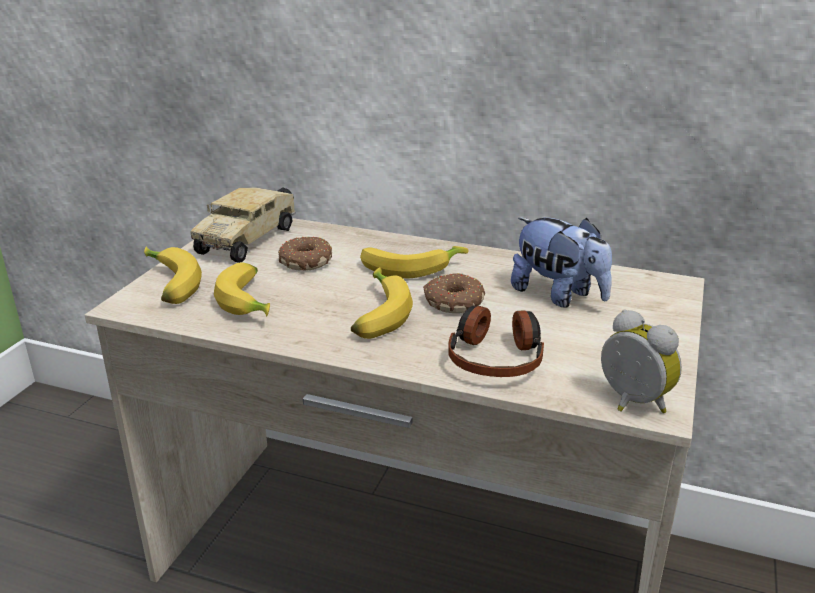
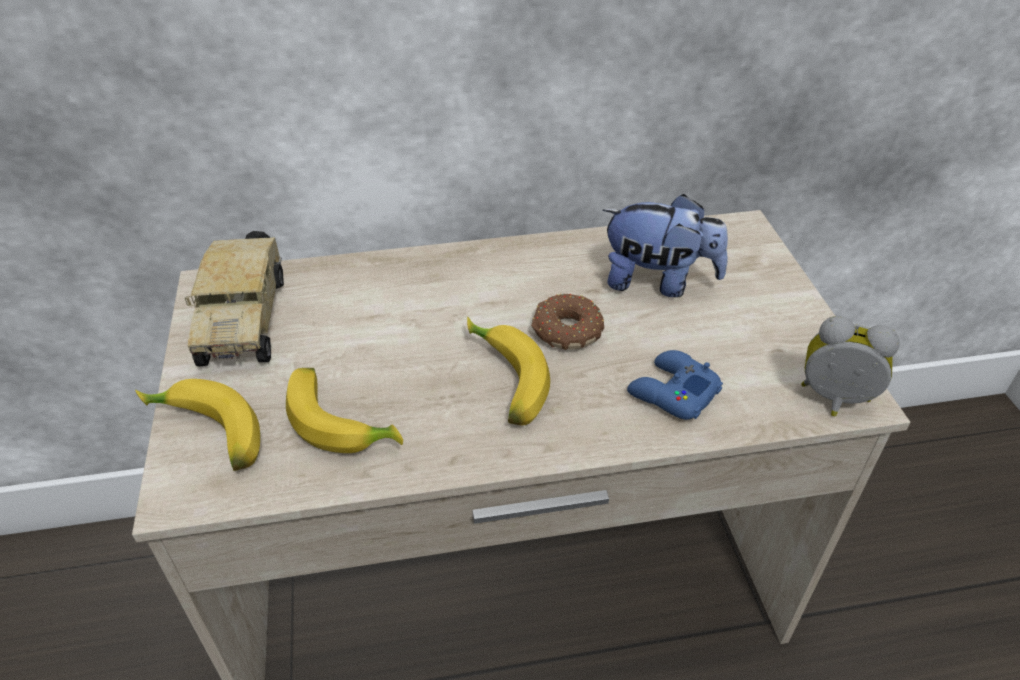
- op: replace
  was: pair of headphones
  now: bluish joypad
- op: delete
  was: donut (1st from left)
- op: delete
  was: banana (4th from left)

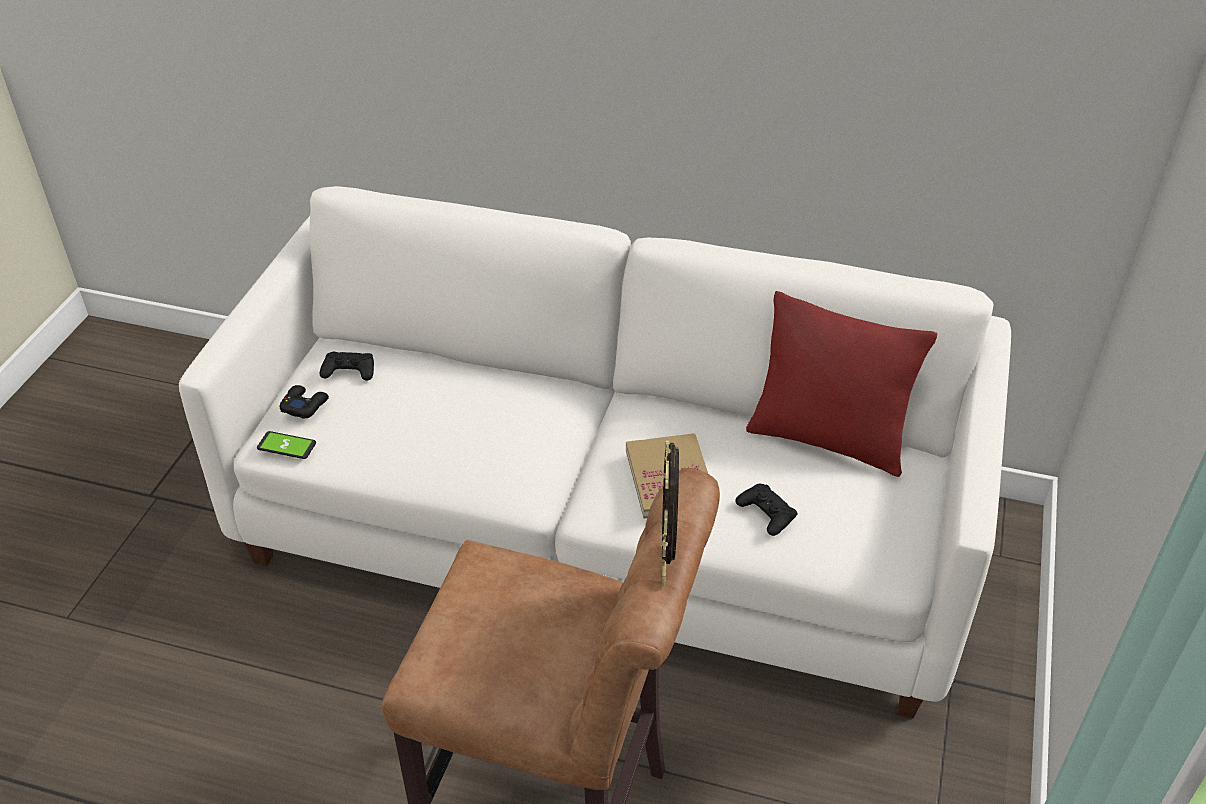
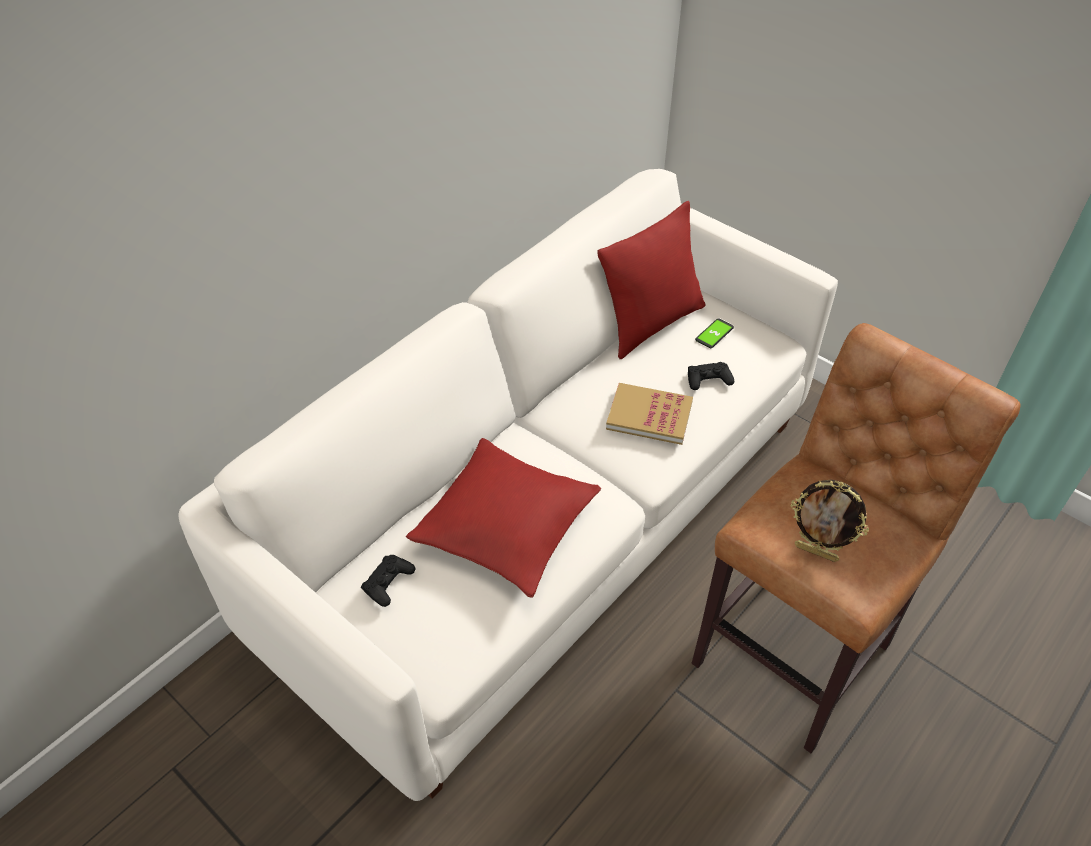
- op: insert
  now: red-coloured throw pillow (1st from left)
- op: move
  was: telephone
- op: move
  was: photo frame
- op: delete
  was: black-coloured joypad (1st from left)

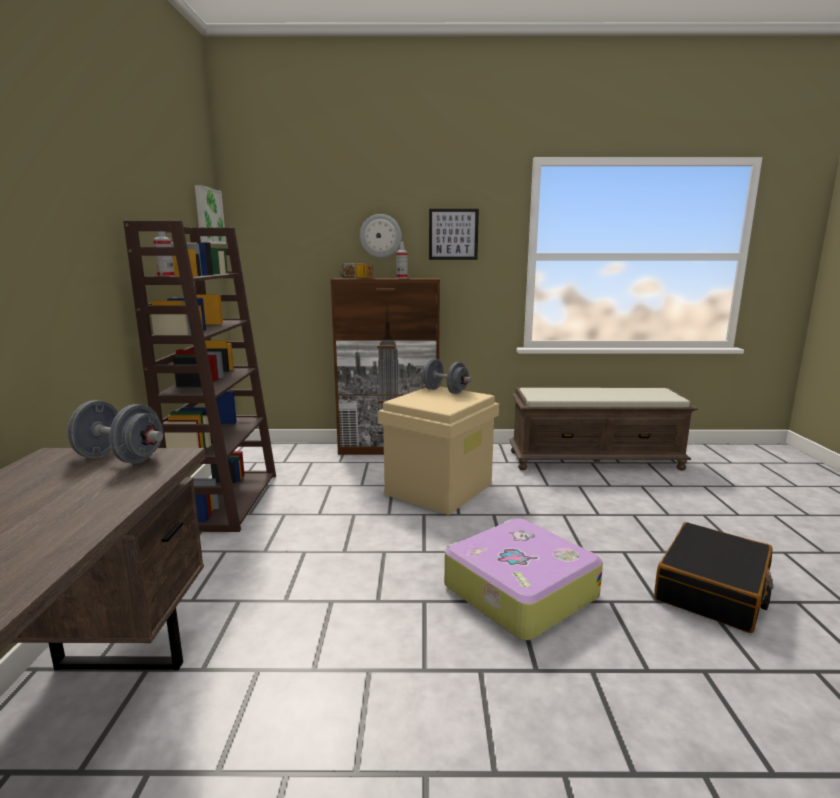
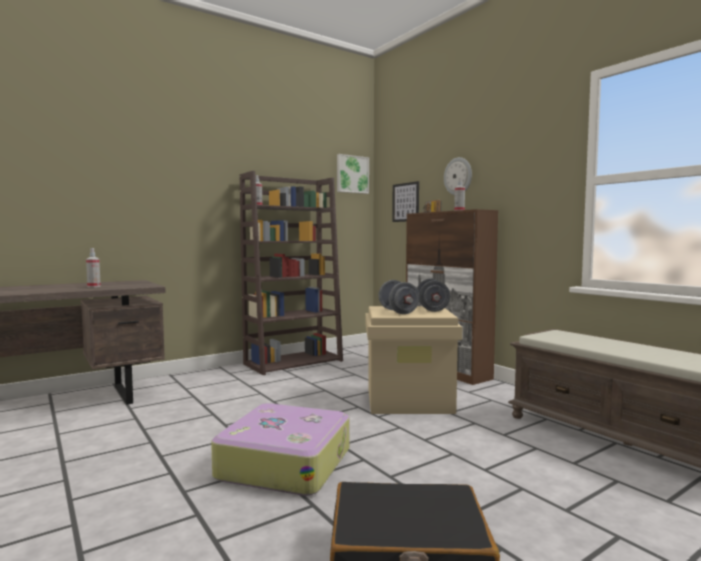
- op: insert
  now: hand sprayer (1st from left)
- op: move
  was: greyish free weight (1st from left)
- op: move
  was: wall art (2nd from left)

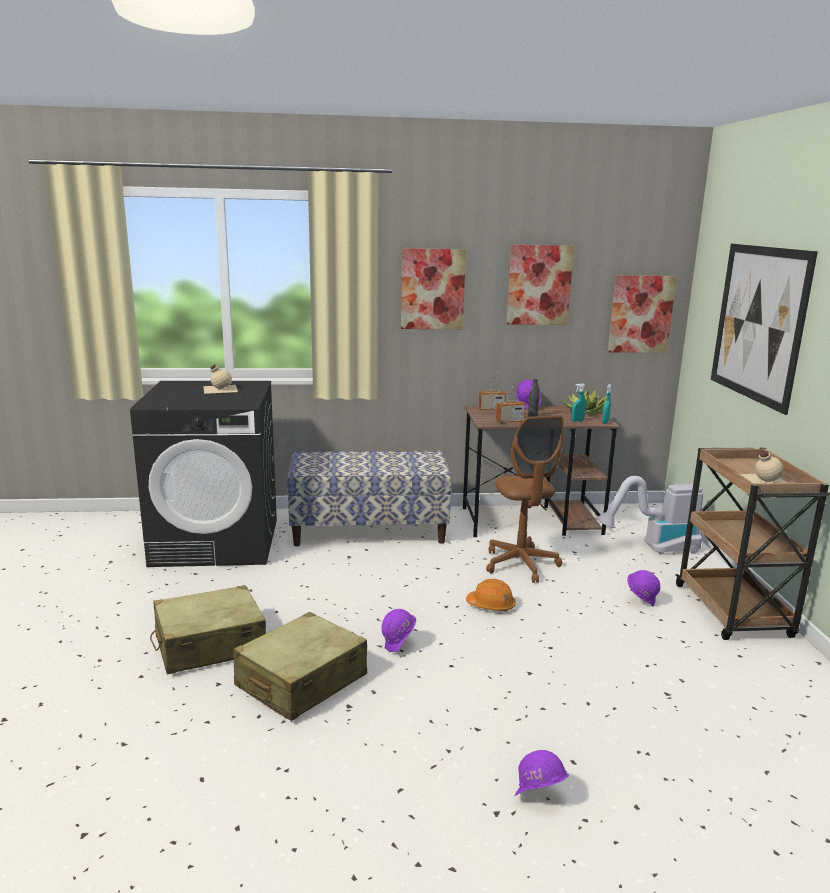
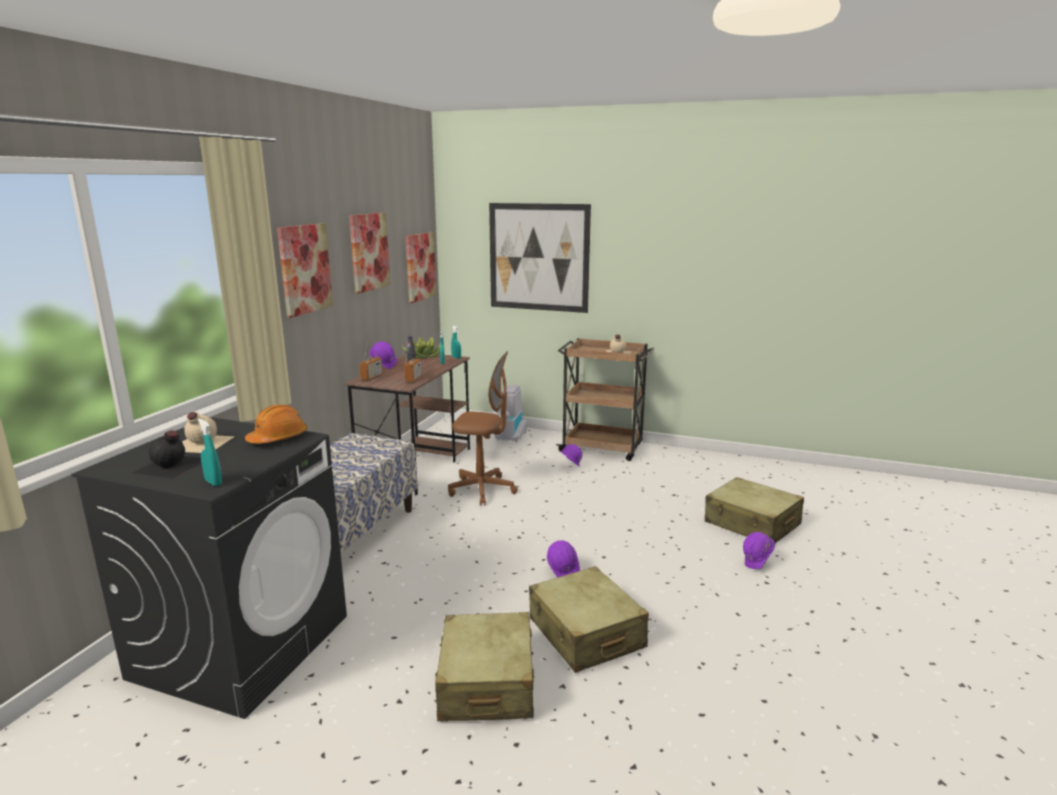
- op: insert
  now: black-coloured drink bottle (1st from left)
- op: insert
  now: turquoise hand sprayer (1st from left)
- op: move
  was: orange-coloured work helmet
- op: insert
  now: sand-coloured piece of luggage (3rd from left)

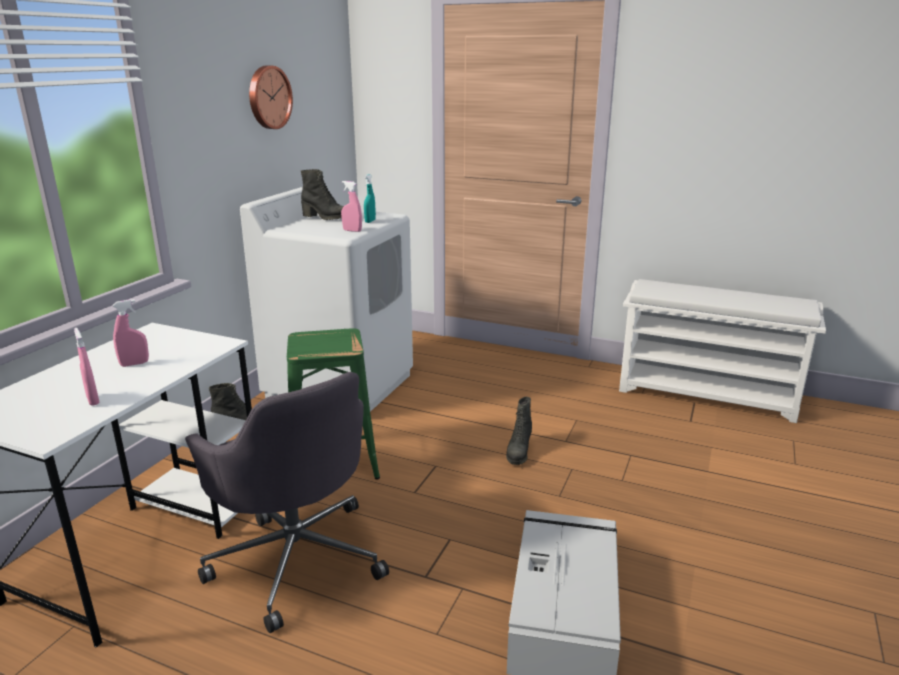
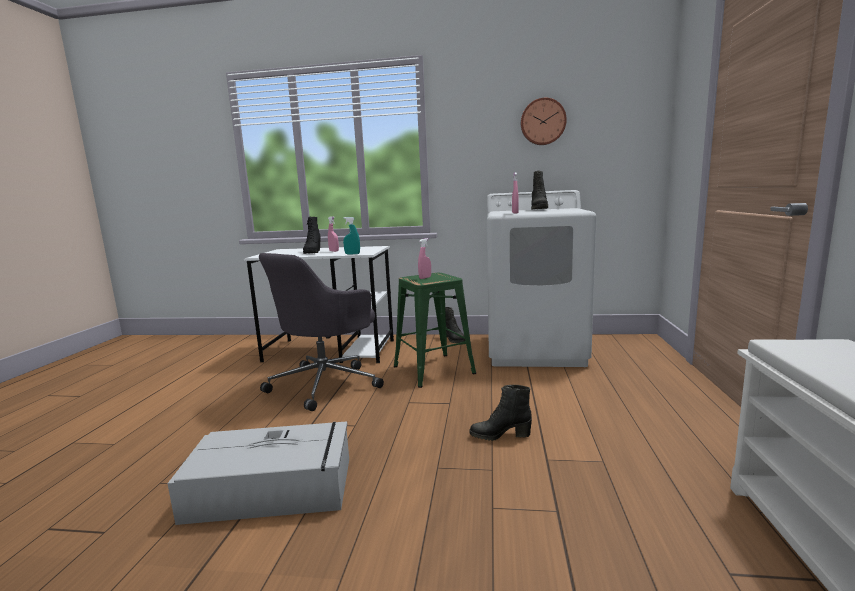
- op: insert
  now: black-coloured boot (1st from left)
- op: move
  was: turquoise hand sprayer
- op: move
  was: pink-coloured hand sprayer (1st from left in the first image)
  now: pink-coloured hand sprayer (2nd from left)

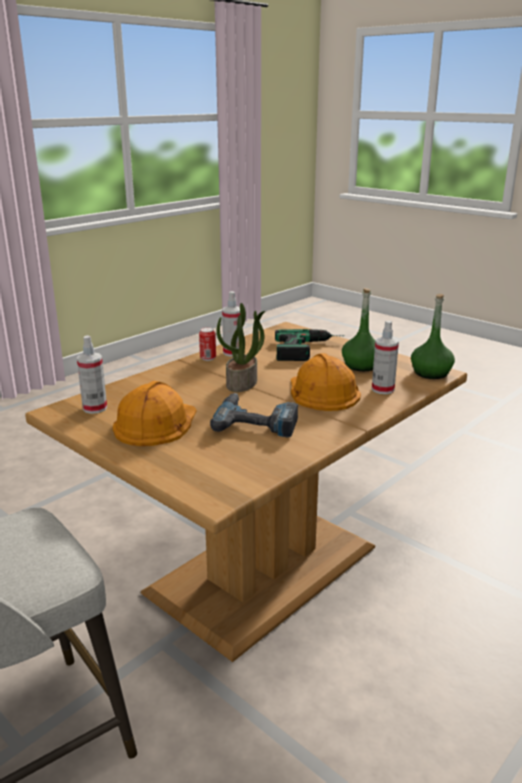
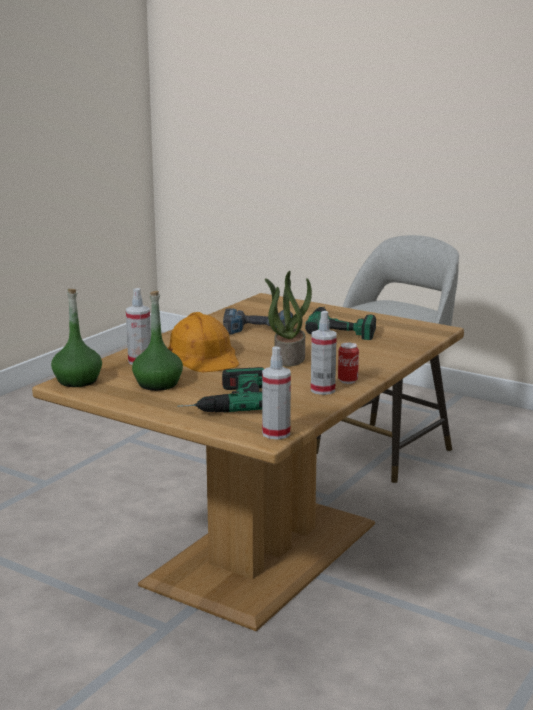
- op: move
  was: hand sprayer (1st from left in the first image)
  now: hand sprayer (2nd from left)
- op: replace
  was: orange-coloured work helmet (1st from left)
  now: drill (3rd from left)

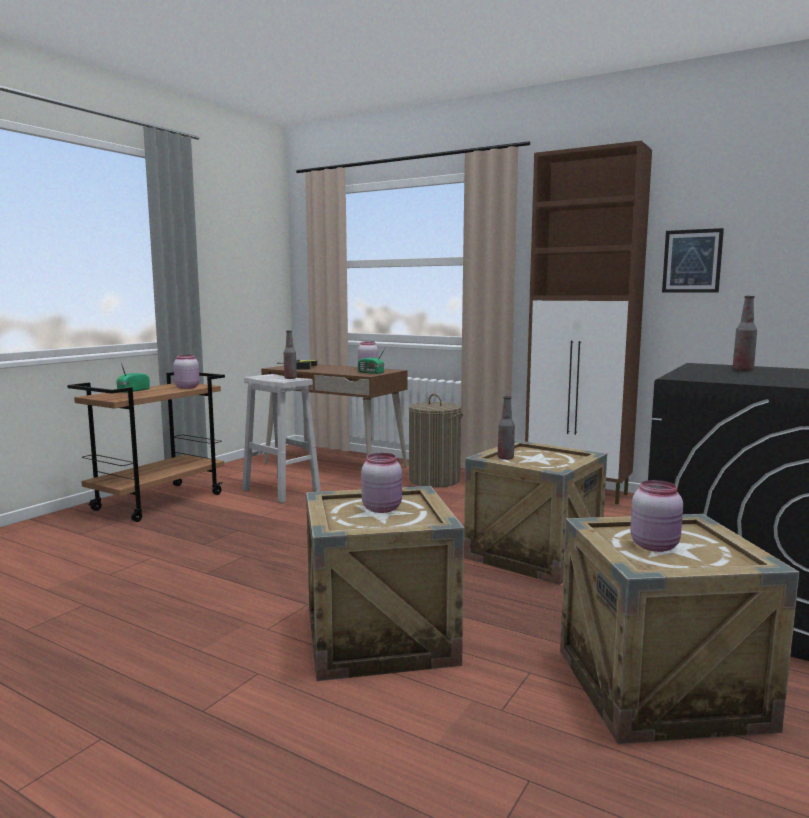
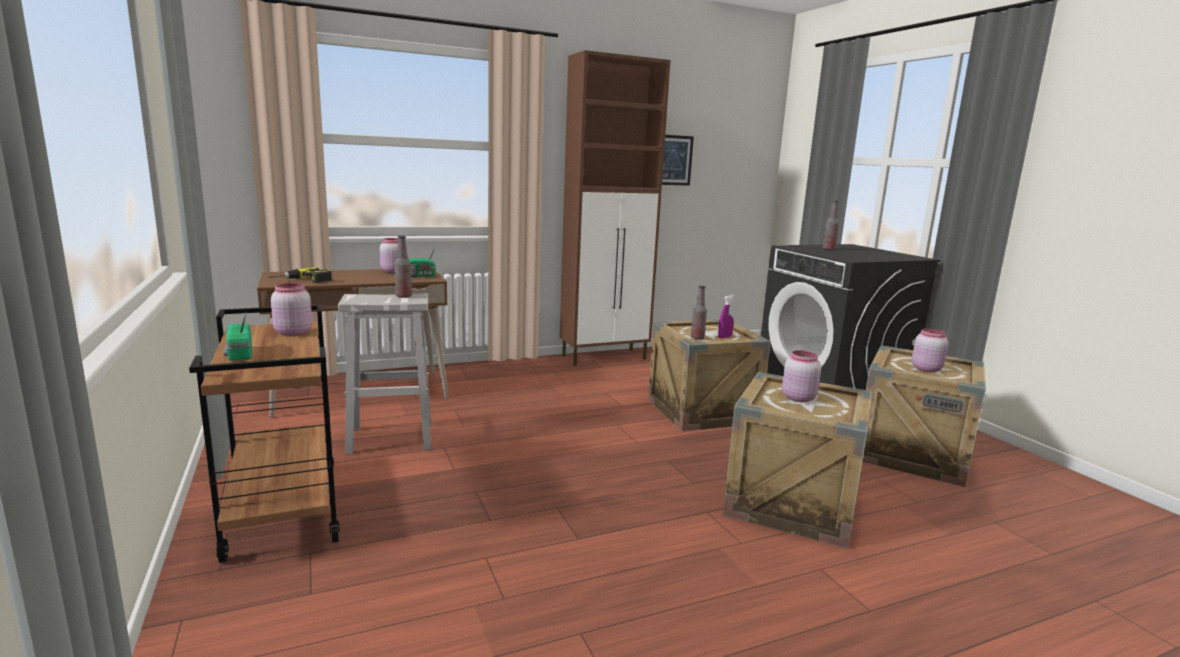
- op: insert
  now: purple hand sprayer
- op: delete
  was: hamper

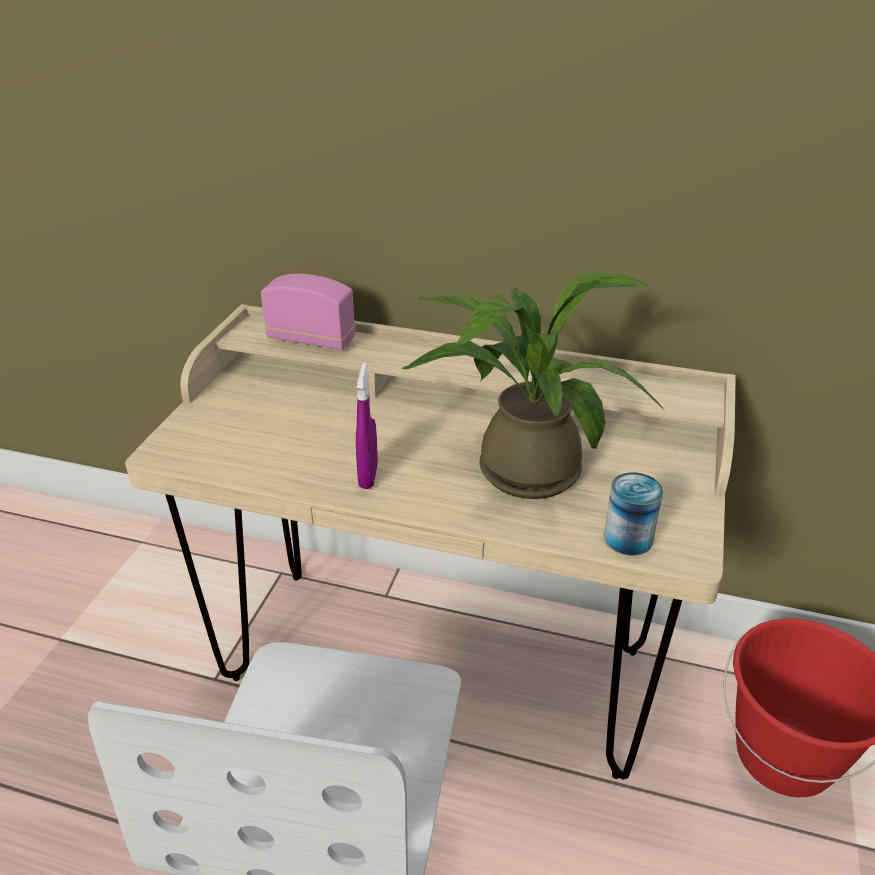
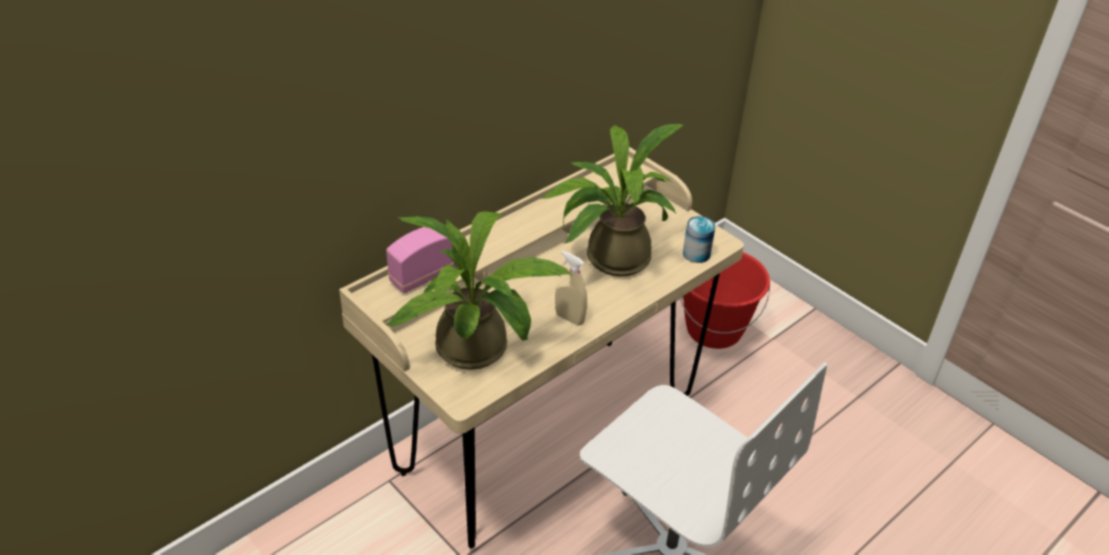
- op: insert
  now: plant in a pot (1st from left)
- op: recolor
  was: purple hand sprayer
  now: sand-coloured hand sprayer

